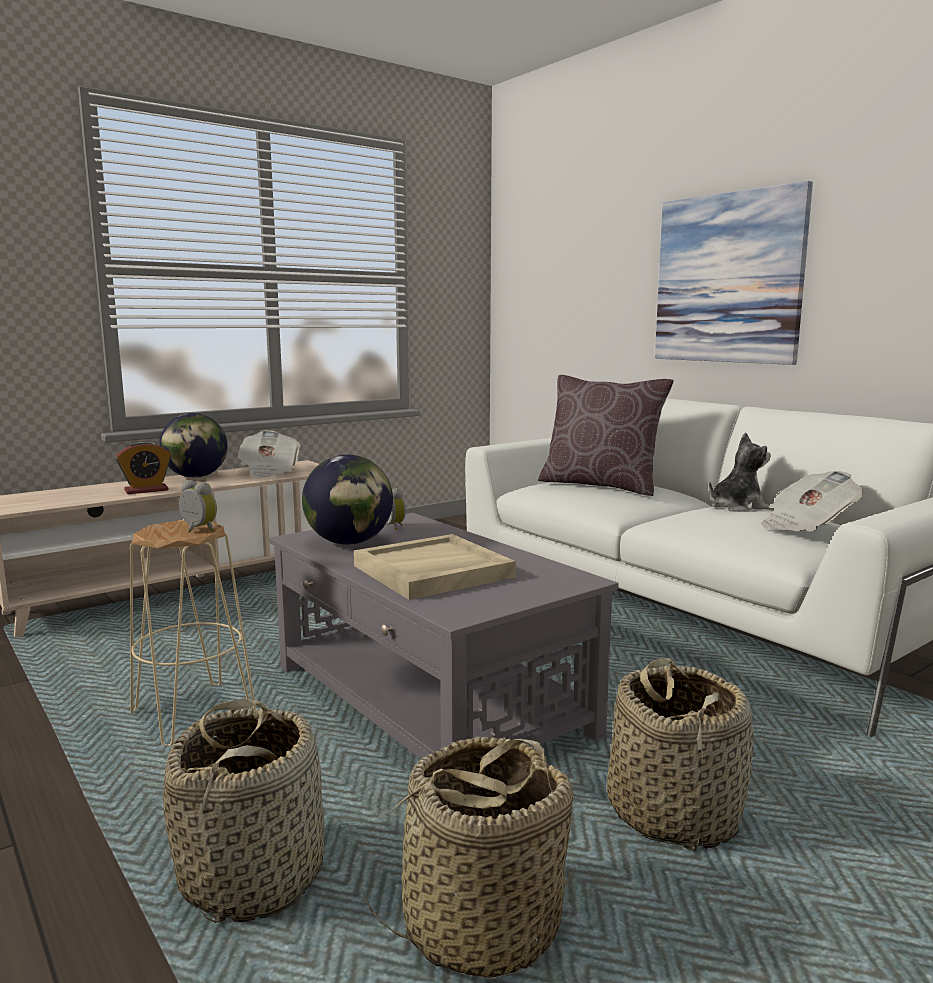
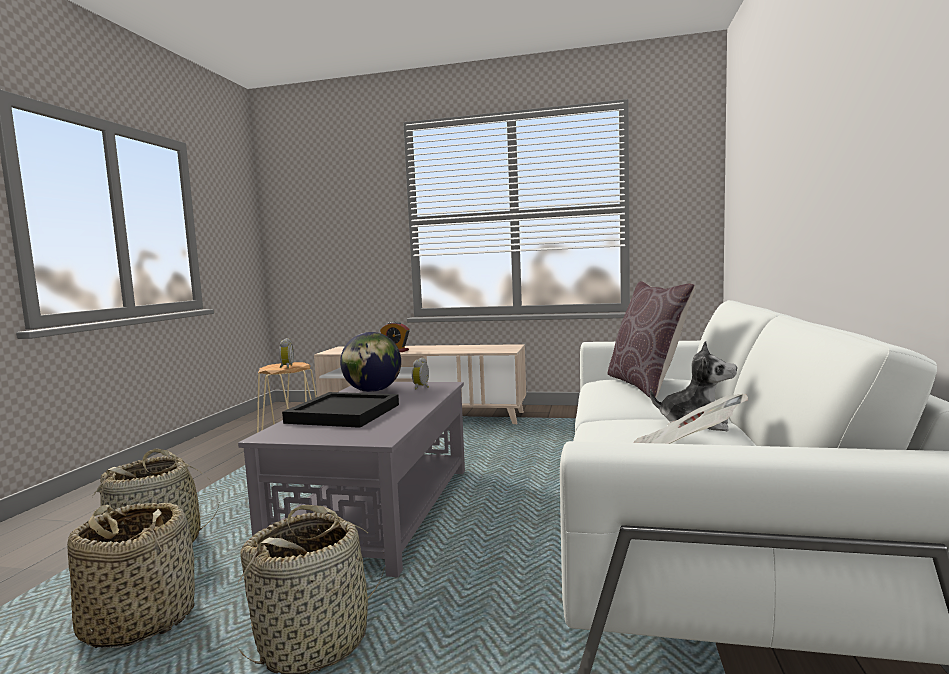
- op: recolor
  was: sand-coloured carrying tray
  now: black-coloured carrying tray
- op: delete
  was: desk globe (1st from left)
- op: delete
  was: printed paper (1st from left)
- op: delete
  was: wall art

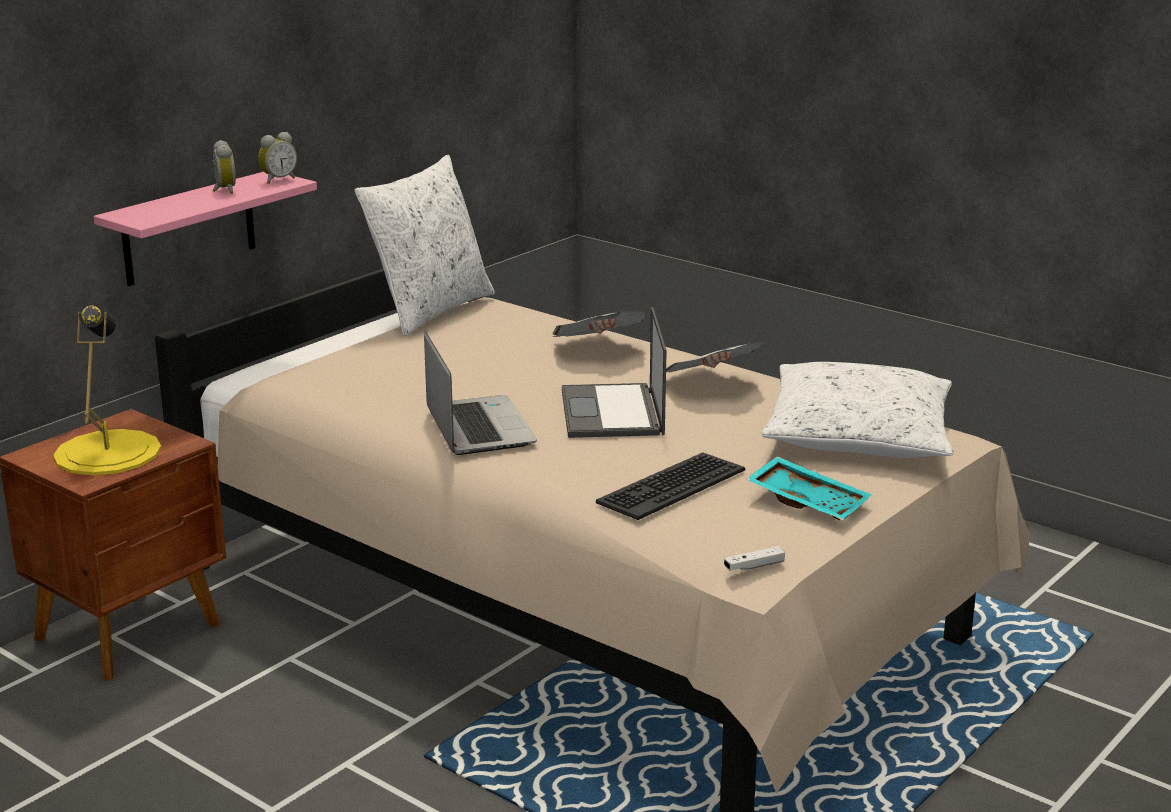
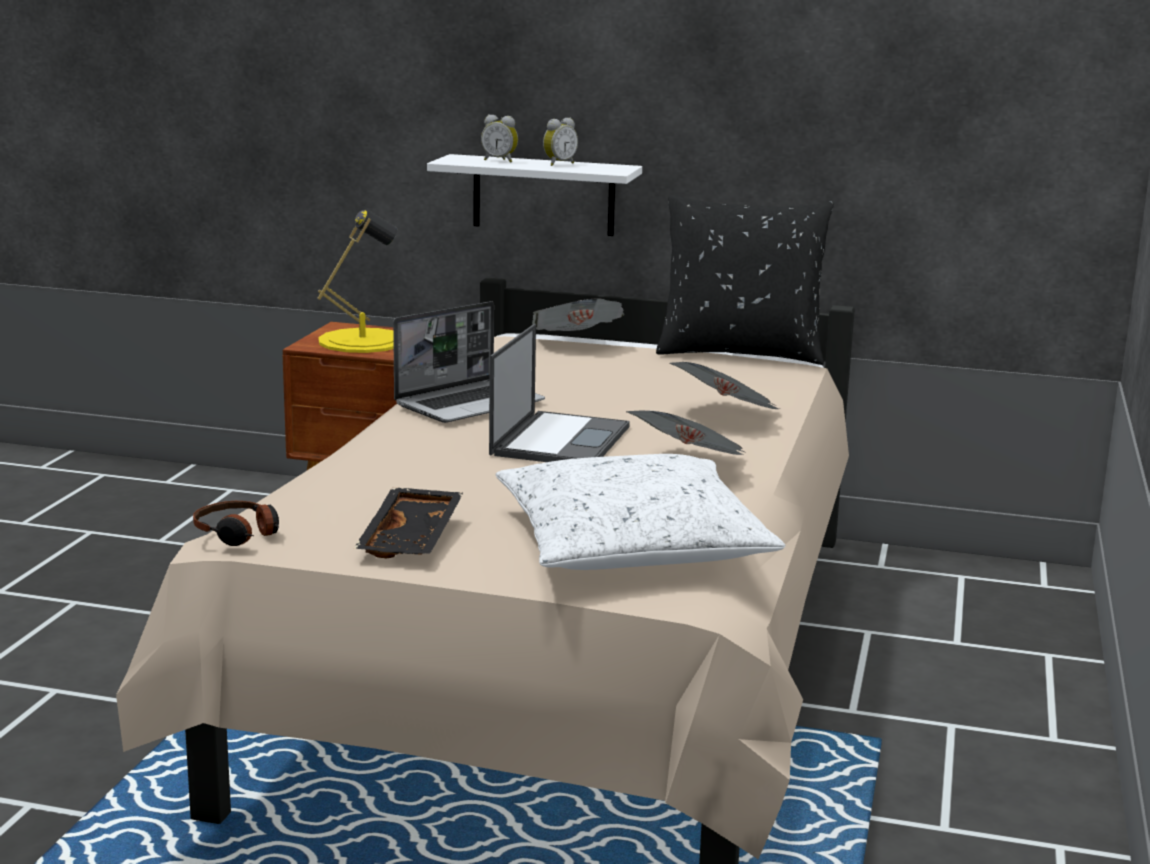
- op: replace
  was: white-coloured joypad
  now: pair of headphones
- op: recolor
  was: turquoise carrying tray
  now: black-coloured carrying tray
- op: recolor
  was: pink-coloured bracket shelf
  now: white-coloured bracket shelf
- op: move
  was: bedside clock (2nd from left in the first image)
  now: bedside clock (1st from left)
- op: rotate
  was: notebook computer (2nd from left)
  clockwise: 135
- op: insert
  now: printed paper (1st from left)
- op: recolor
  was: white-coloured throw pillow (1st from left)
  now: black-coloured throw pillow
- op: delete
  was: computer keyboard

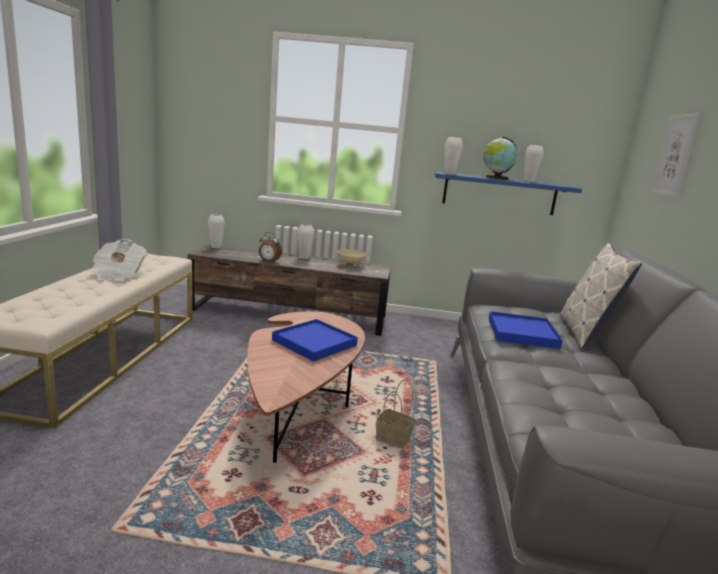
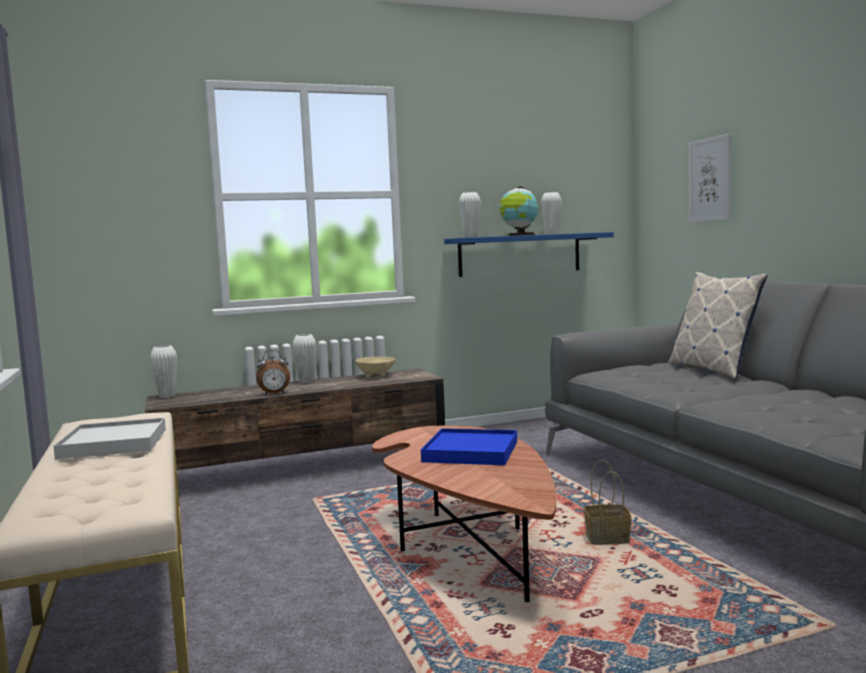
- op: replace
  was: printed paper
  now: white-coloured carrying tray
- op: delete
  was: bluish carrying tray (2nd from left)

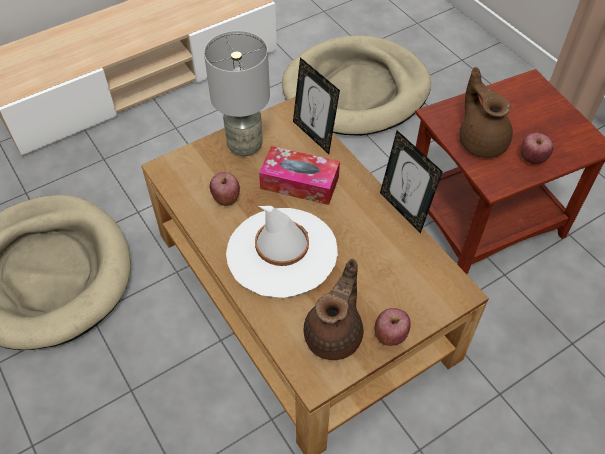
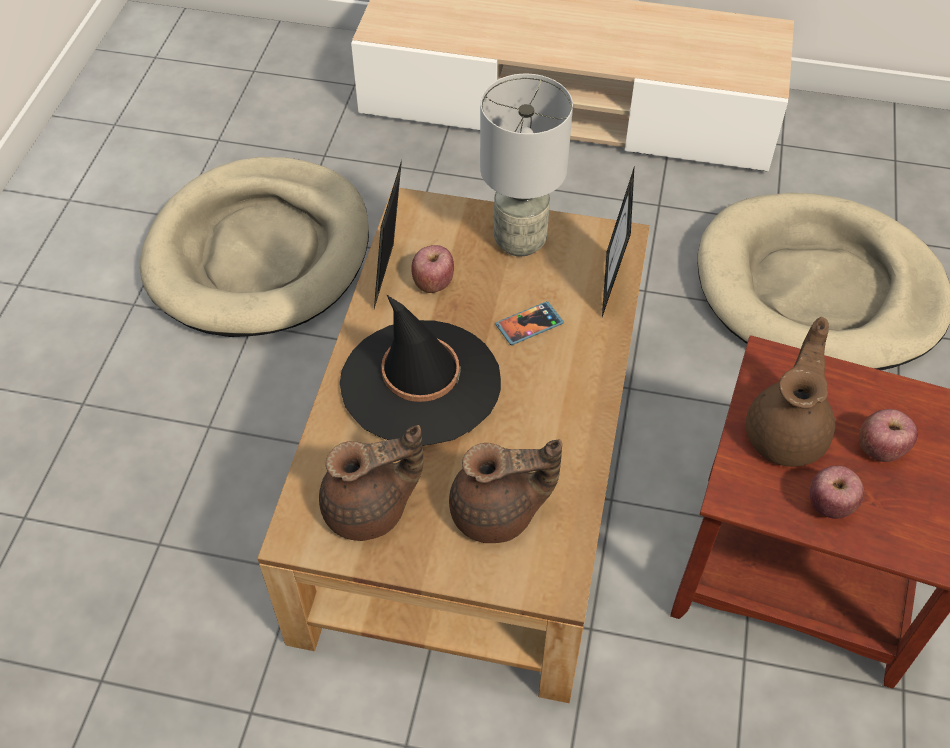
- op: recolor
  was: white-coloured hat
  now: black-coloured hat
- op: move
  was: photo frame (2nd from left in the first image)
  now: photo frame (1st from left)
- op: insert
  now: brown pot for tea (2nd from left)
- op: replace
  was: box of tissues
  now: telephone
- op: move
  was: apple (2nd from left in the first image)
  now: apple (3rd from left)

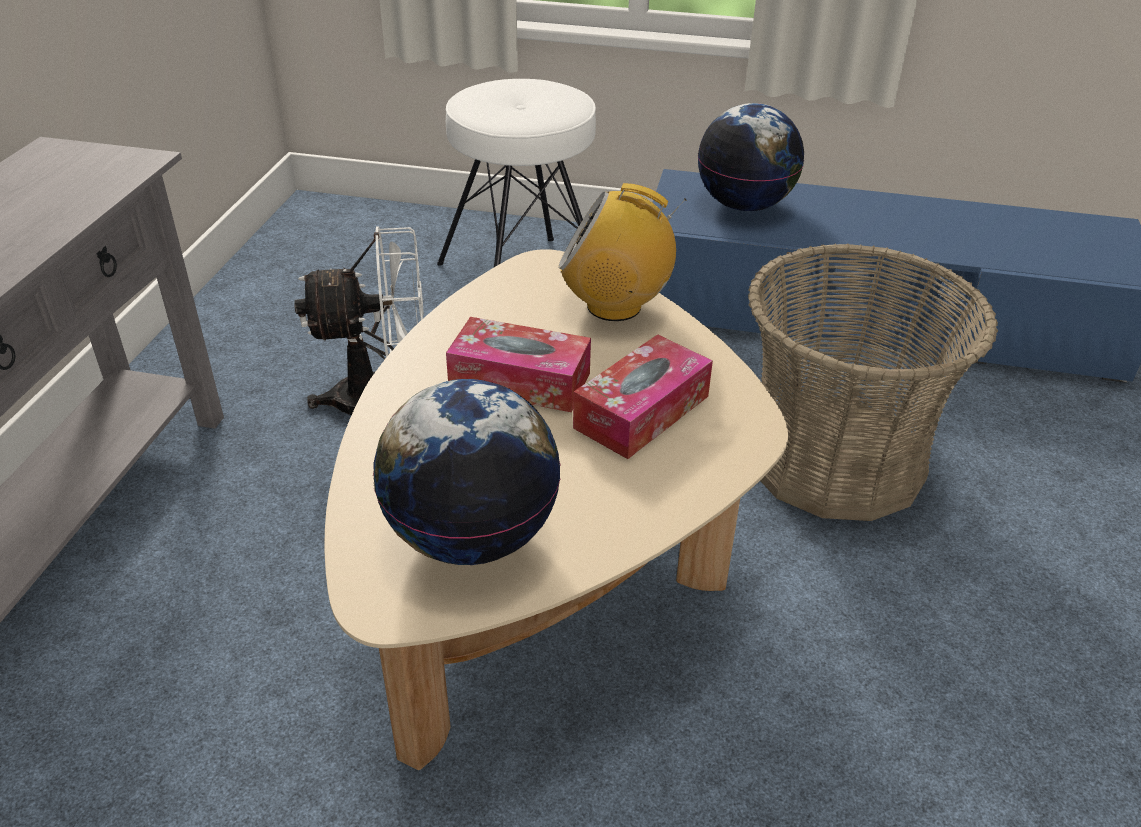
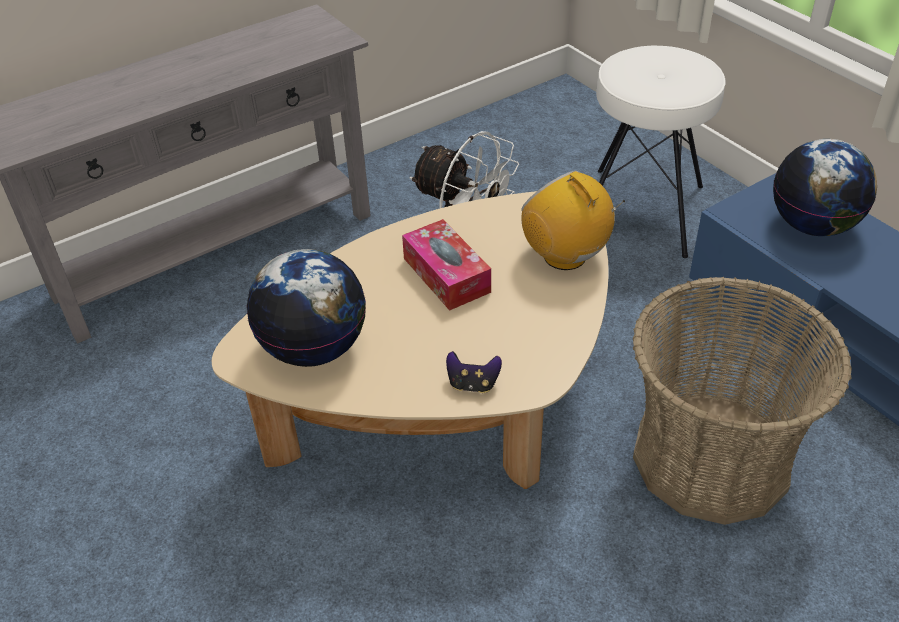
- op: insert
  now: joypad
- op: delete
  was: box of tissues (2nd from left)

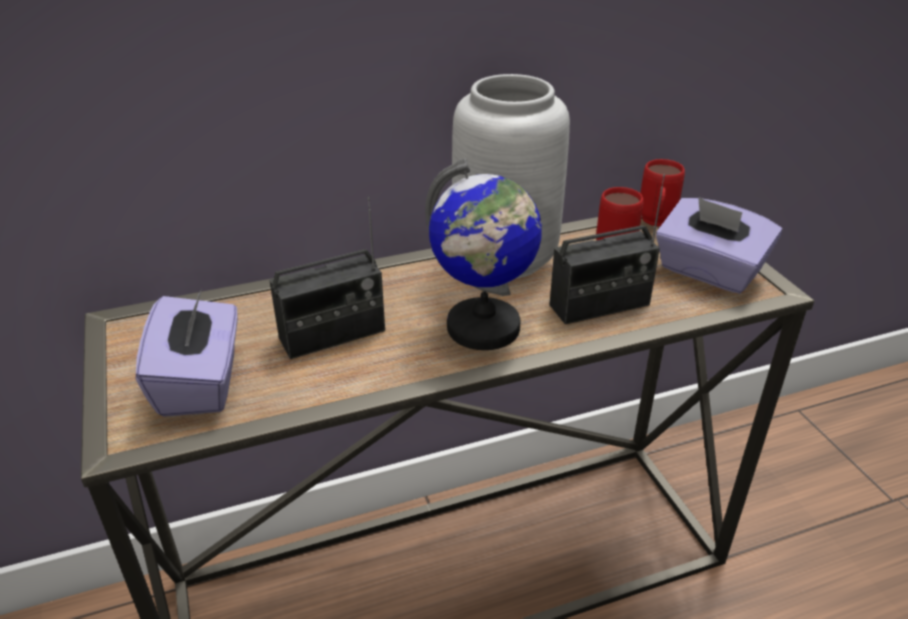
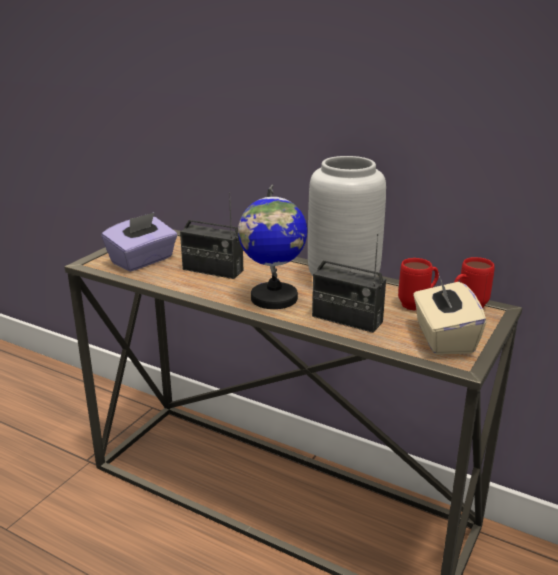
- op: recolor
  was: purple box of tissues (2nd from left)
  now: sand-coloured box of tissues

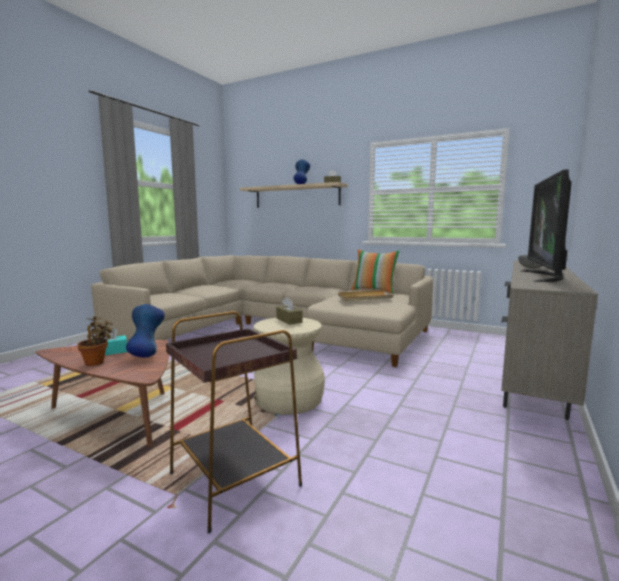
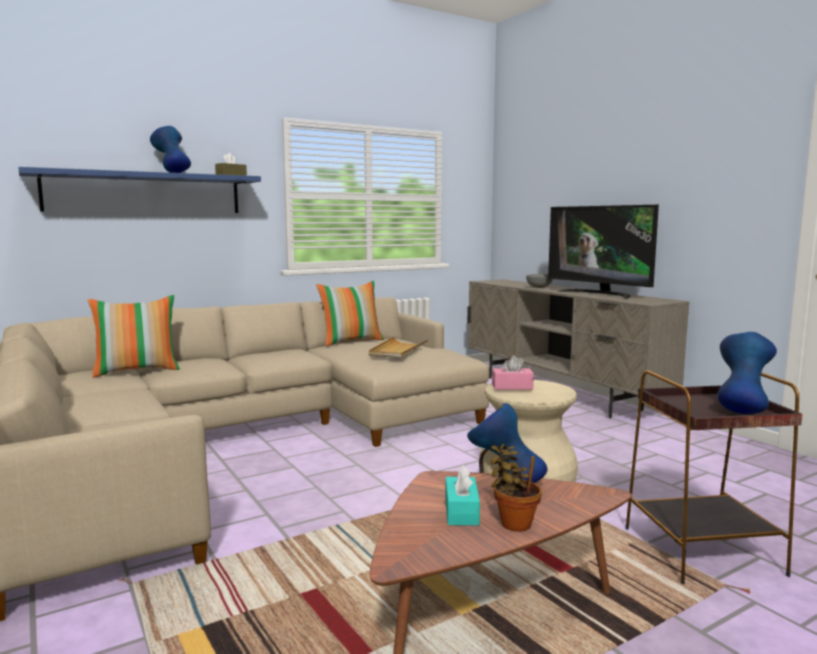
- op: recolor
  was: sand-coloured bracket shelf
  now: bluish bracket shelf
- op: insert
  now: throw pillow (1st from left)
- op: recolor
  was: brown box of tissues (1st from left)
  now: pink-coloured box of tissues
- op: insert
  now: bluish flower vase (3rd from left)

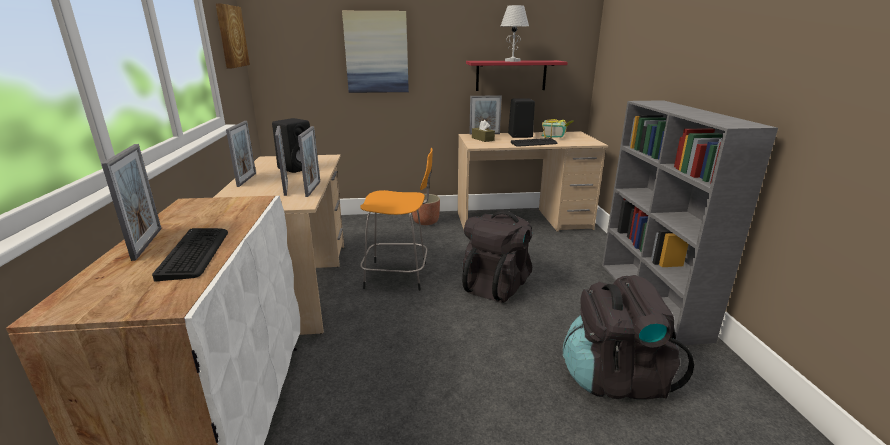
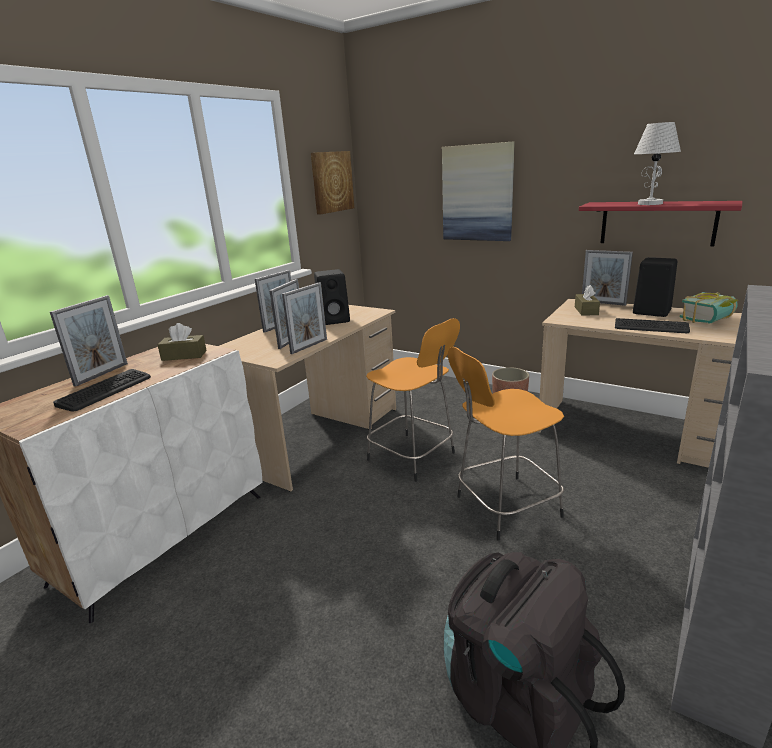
- op: insert
  now: brown box of tissues (1st from left)
- op: replace
  was: black-coloured rucksack (1st from left)
  now: orange-coloured sitting stool (2nd from left)

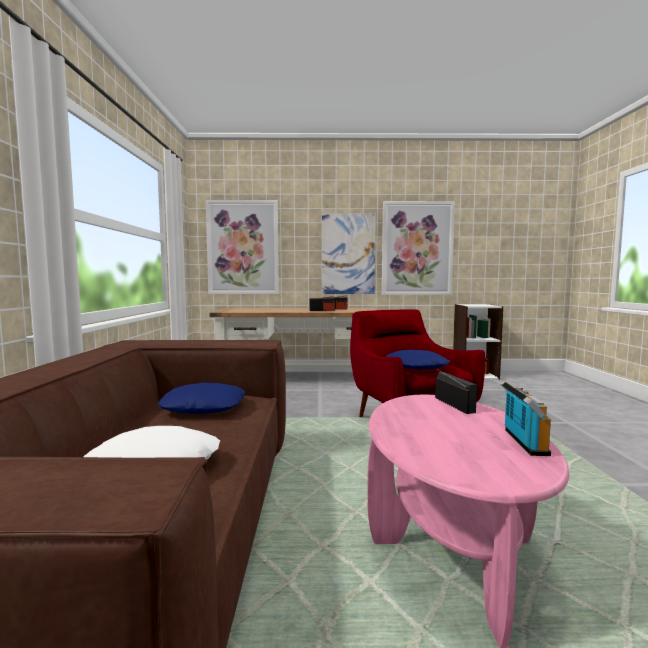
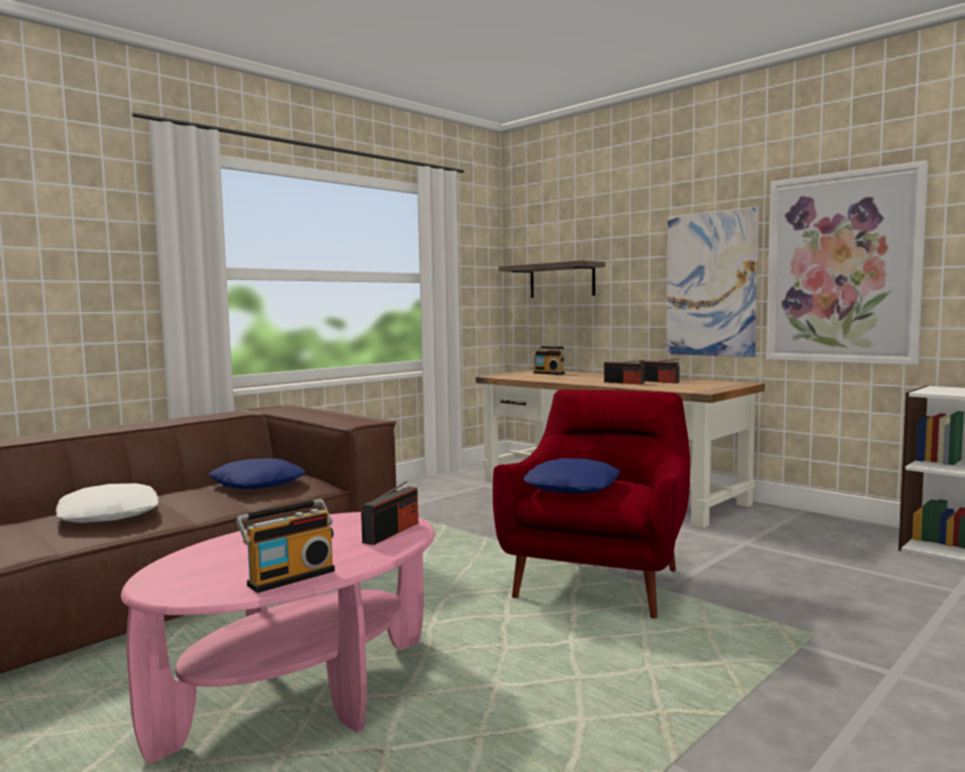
- op: replace
  was: wall art (1st from left)
  now: bracket shelf
- op: insert
  now: radio (3rd from left)

